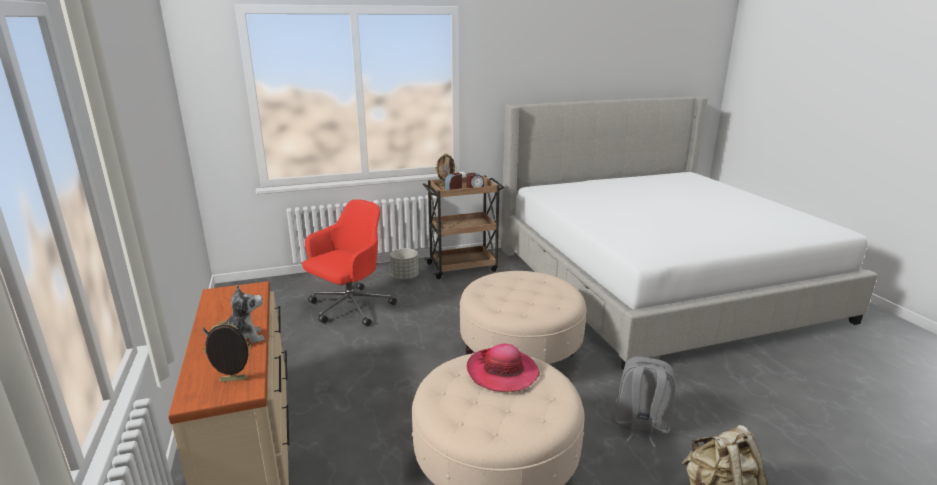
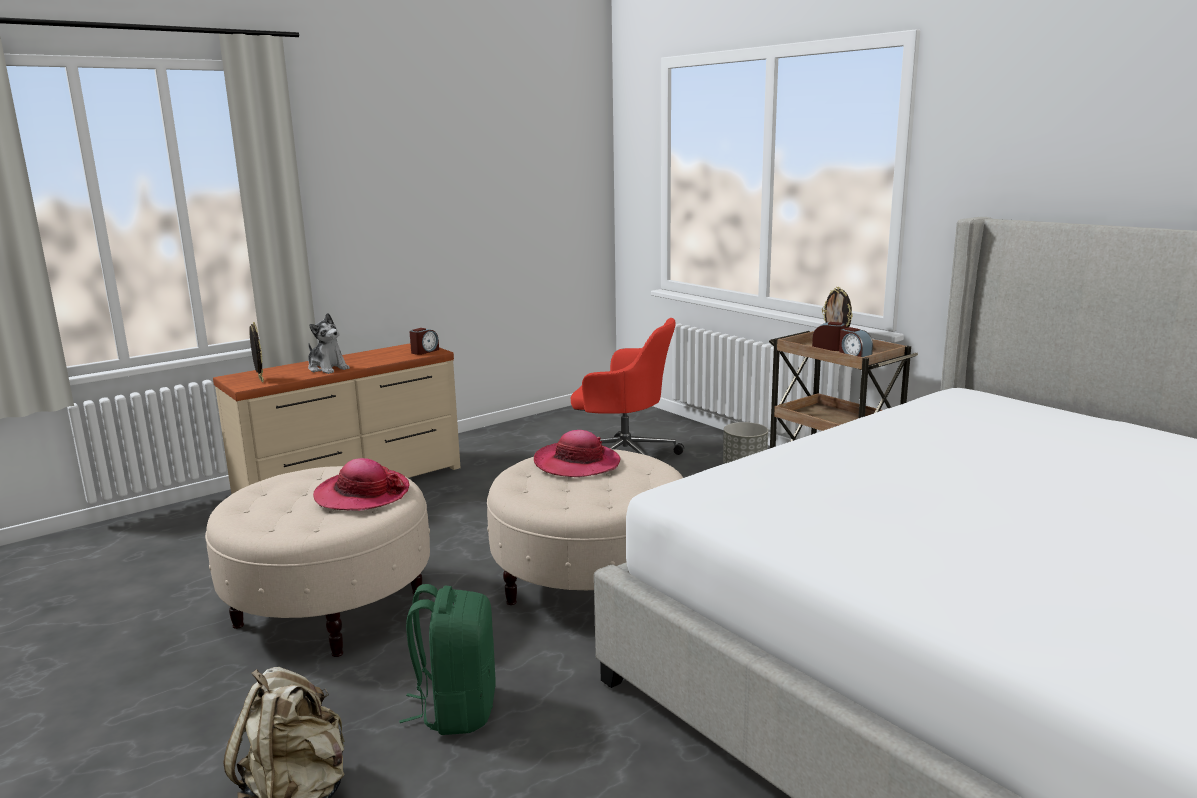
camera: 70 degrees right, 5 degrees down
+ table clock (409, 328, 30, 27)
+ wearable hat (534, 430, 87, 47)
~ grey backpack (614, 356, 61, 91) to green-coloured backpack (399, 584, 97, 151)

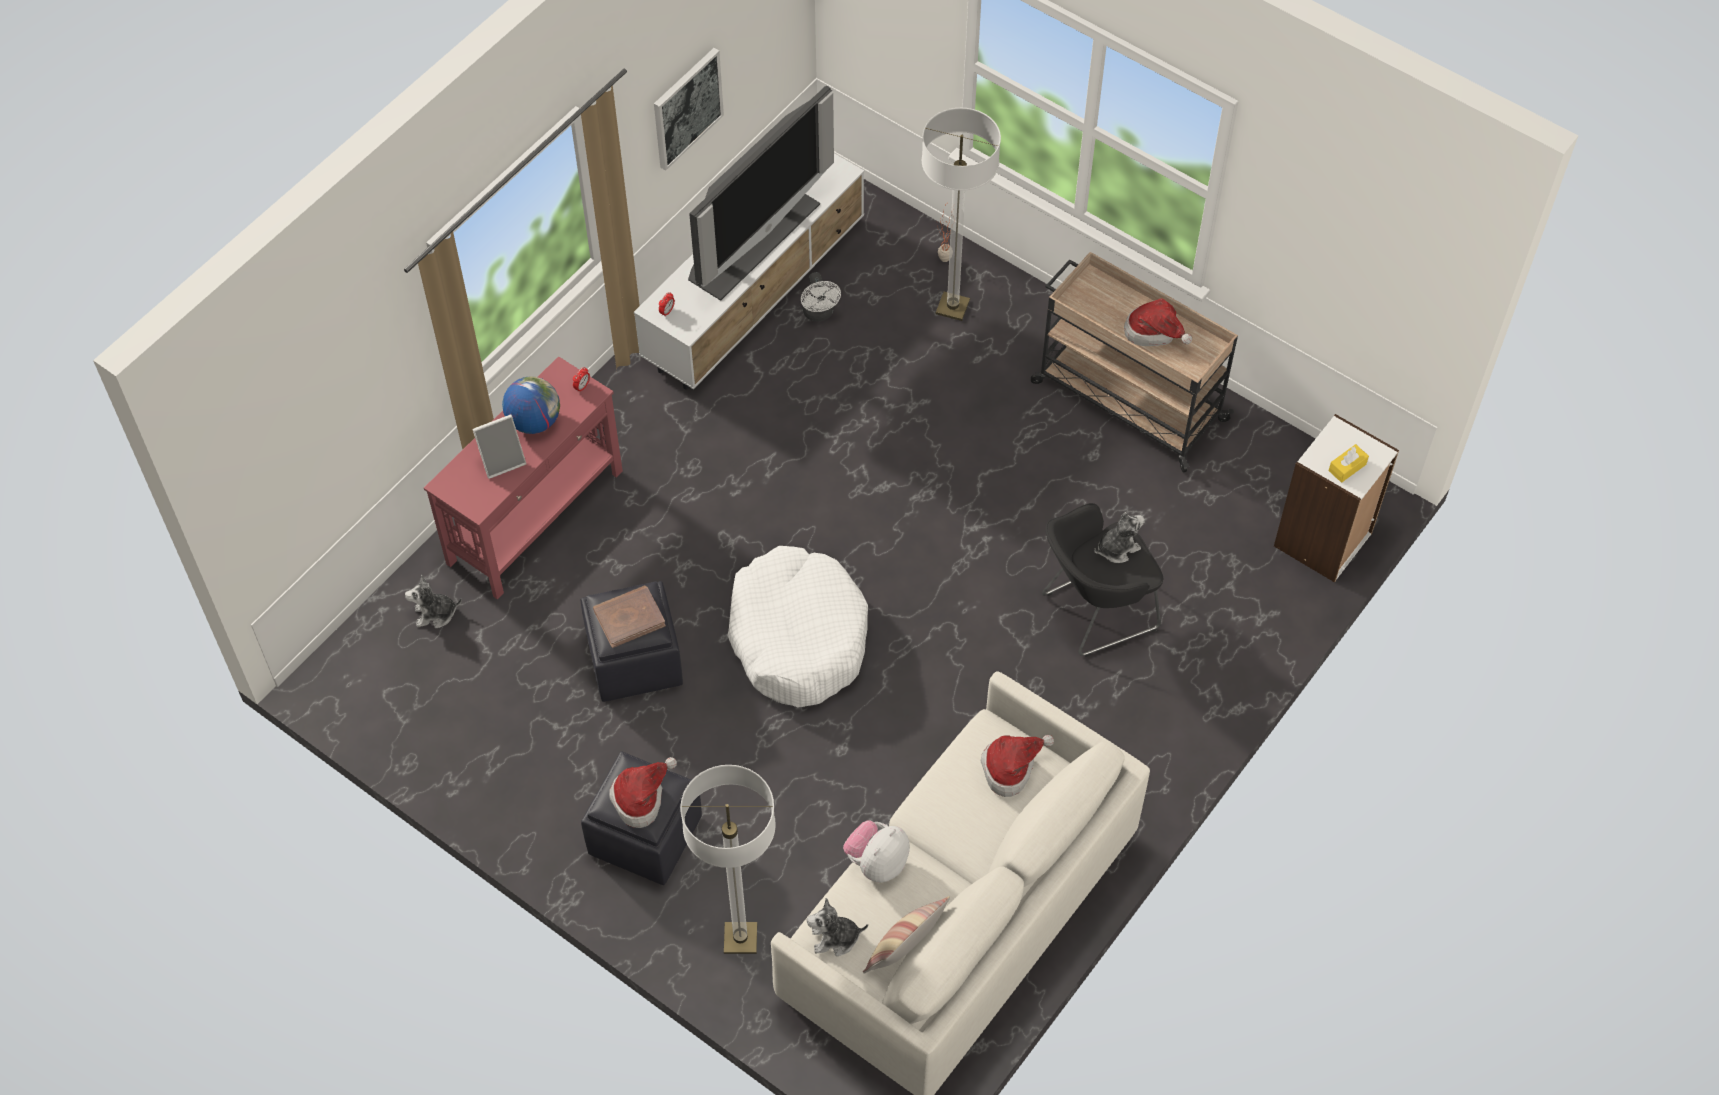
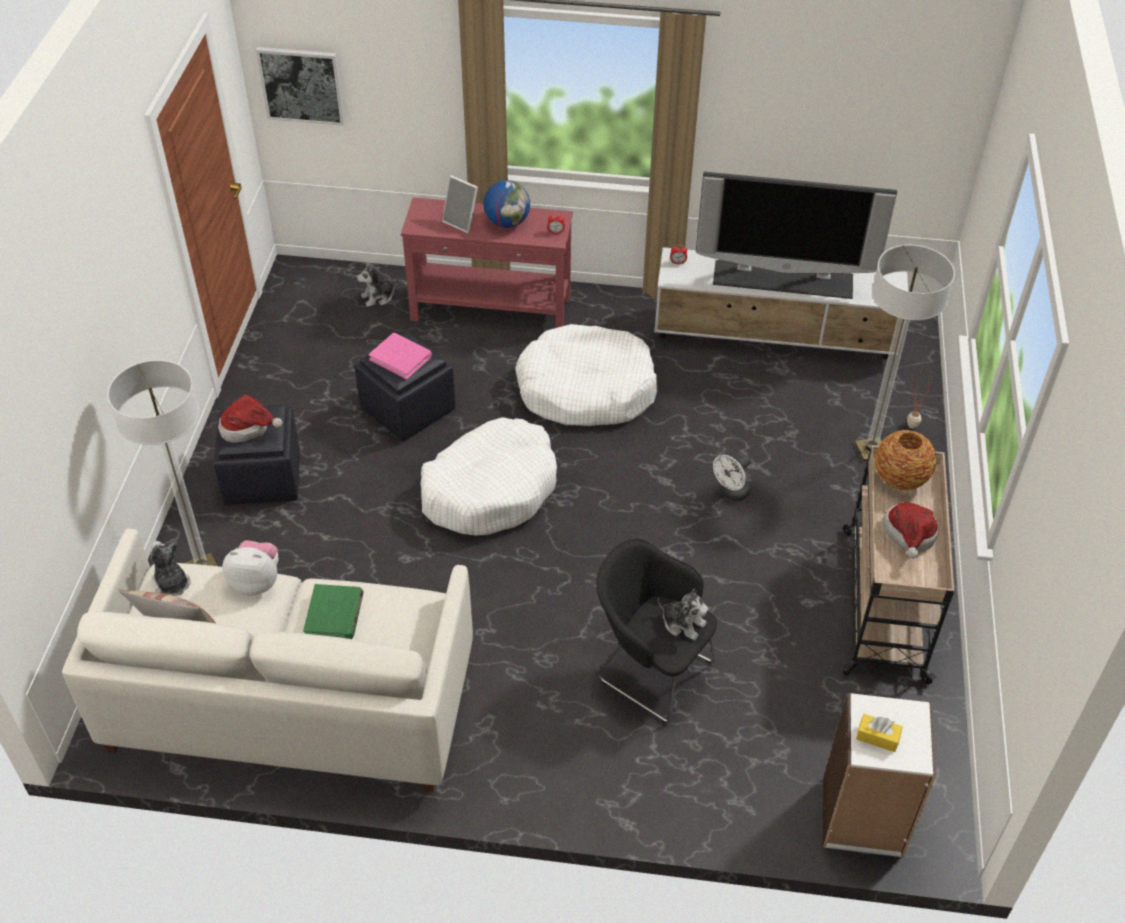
camera: 60 degrees right, 10 degrees down
- wearable hat (981, 735, 73, 62)
+ green-coloured book (303, 584, 61, 55)
+ white dog bed (515, 324, 142, 102)
+ flower vase (875, 430, 61, 60)
~ wall art (654, 48, 70, 123) to (256, 47, 89, 79)
~ white cooling fan (801, 272, 40, 49) to (713, 455, 38, 46)
~ brown book (593, 586, 73, 62) to pinkish book (369, 333, 63, 46)
~ cuddly toy (405, 575, 57, 53) = (357, 262, 41, 45) 75 degrees counterclockwise

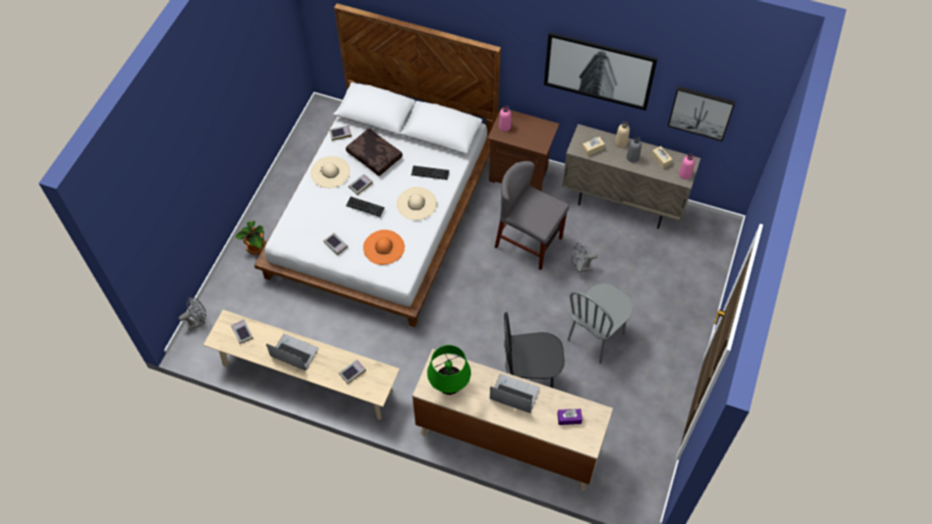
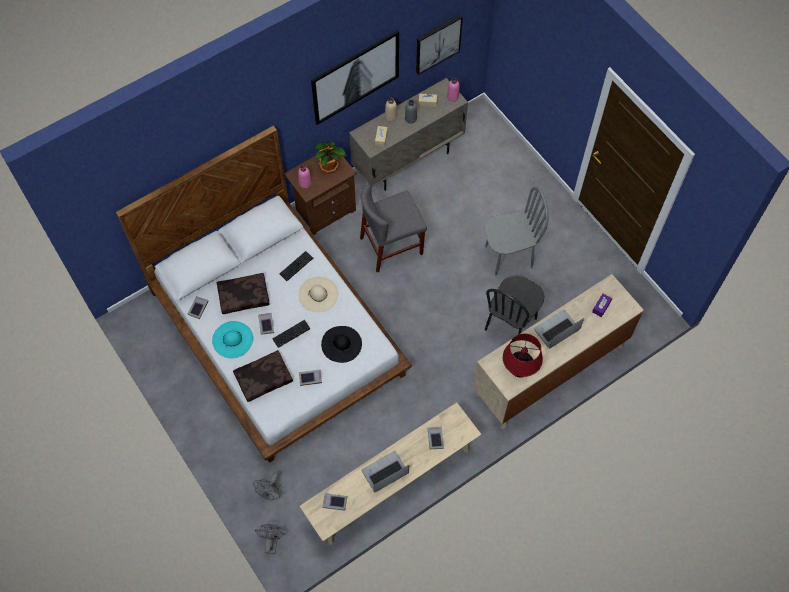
camera: 55 degrees left, 5 degrees up
+ brown pillow (233, 350, 60, 52)
~ plant in a pot (235, 221, 31, 34) to (315, 142, 31, 32)
~ grey cooling fan (571, 243, 26, 30) to (253, 473, 28, 27)
~ sand-coloured wearable hat (311, 156, 39, 32) to turquoise-coloured wearable hat (212, 321, 41, 37)
~ orangey wearable hat (363, 230, 42, 35) to blackish wearable hat (321, 326, 41, 37)
~ green-coloured table lamp (427, 345, 44, 50) to red-coloured table lamp (503, 333, 40, 44)
~ grey upright chair (567, 283, 66, 81) = (484, 187, 64, 89) 90 degrees counterclockwise

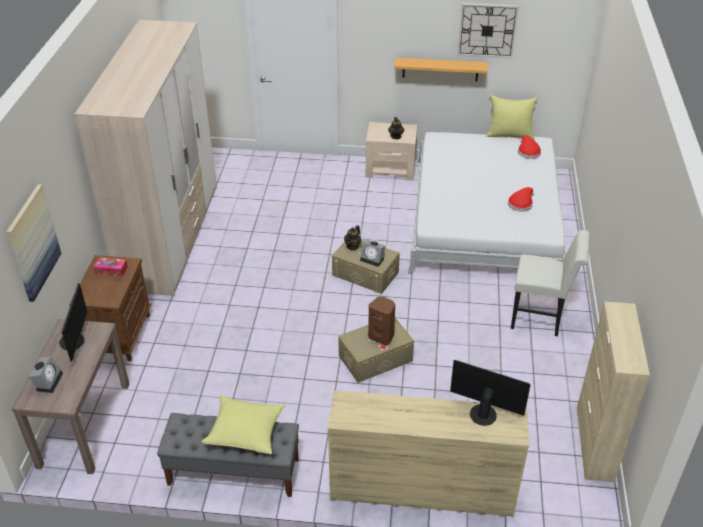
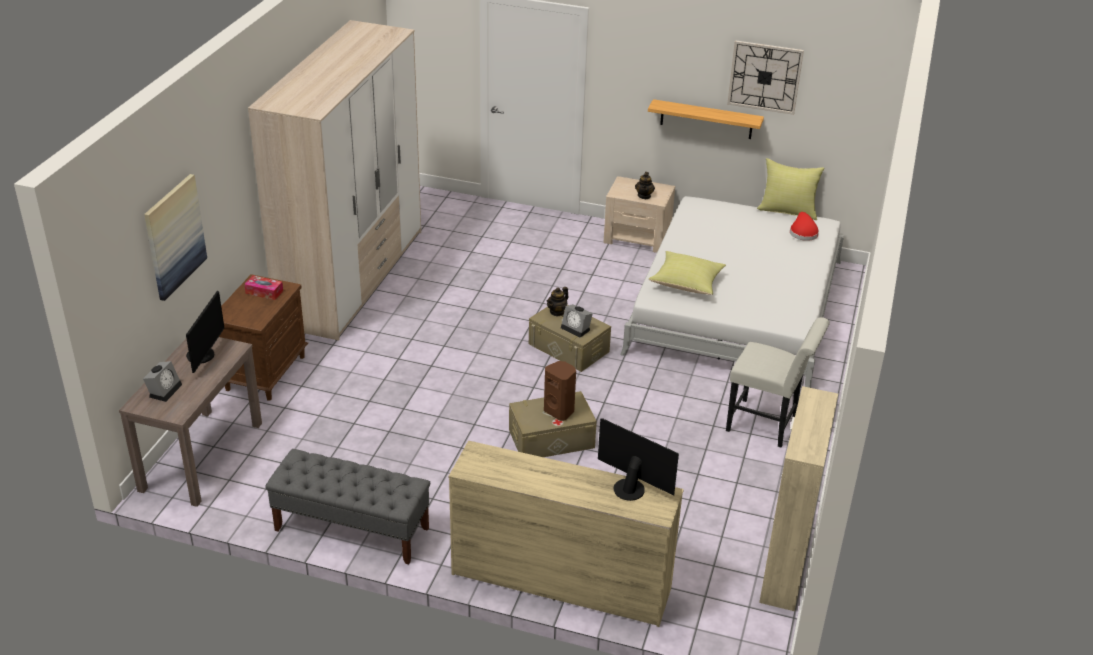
camera: 10 degrees right, 5 degrees down
- red-coloured wearable hat (508, 187, 26, 25)
~ yellow-coloured pillow (201, 395, 84, 59) to (649, 251, 77, 44)

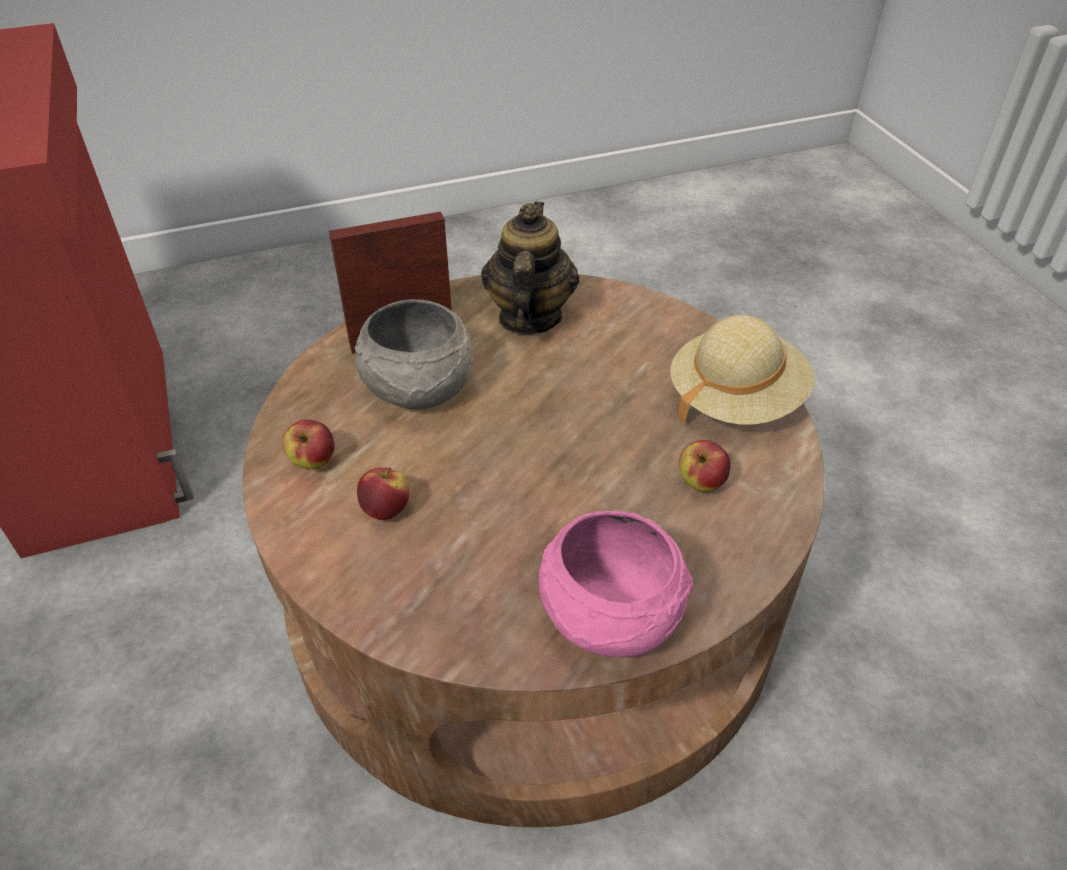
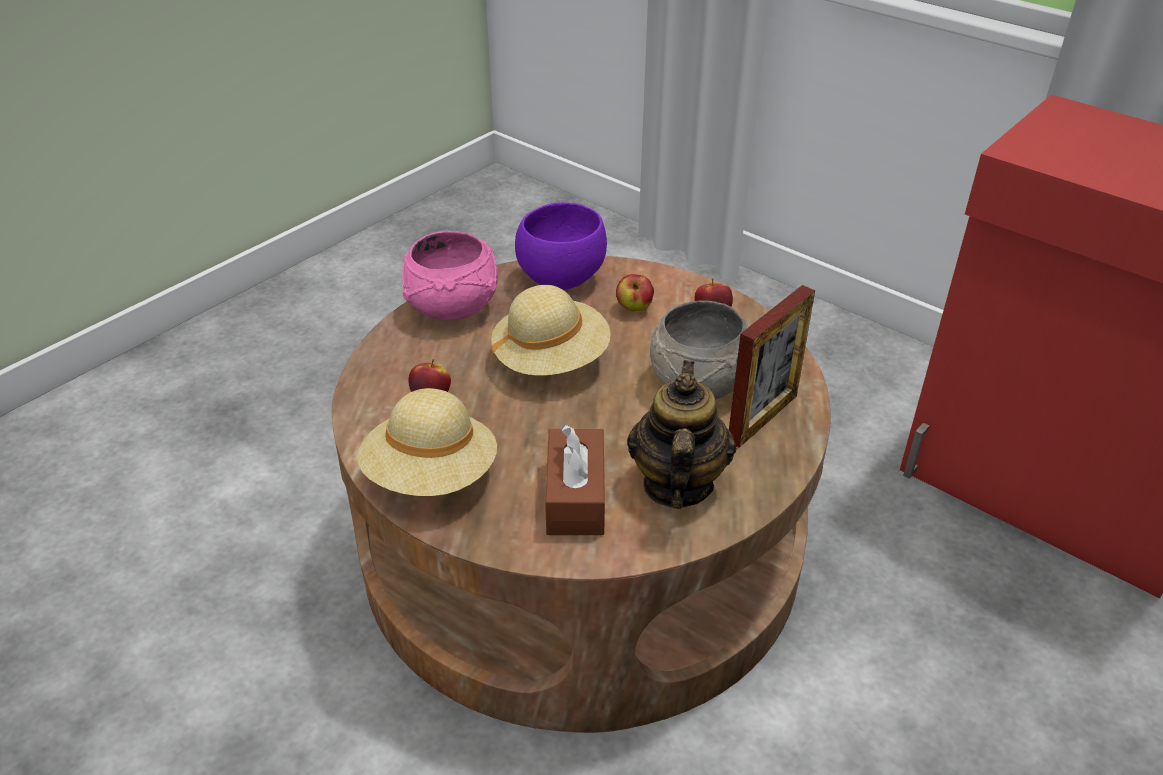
camera: 150 degrees right, 5 degrees down
+ sand-coloured wearable hat (491, 285, 120, 91)
+ purplish bowl (515, 202, 92, 88)
+ brown tissue holder (545, 425, 60, 110)
~ teapot (481, 201, 98, 134) = (627, 360, 109, 149) 150 degrees counterclockwise

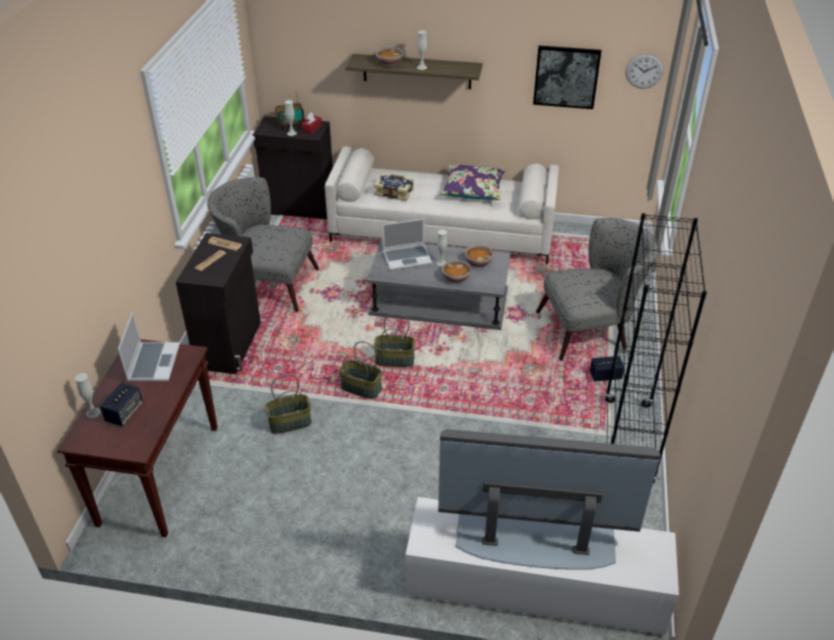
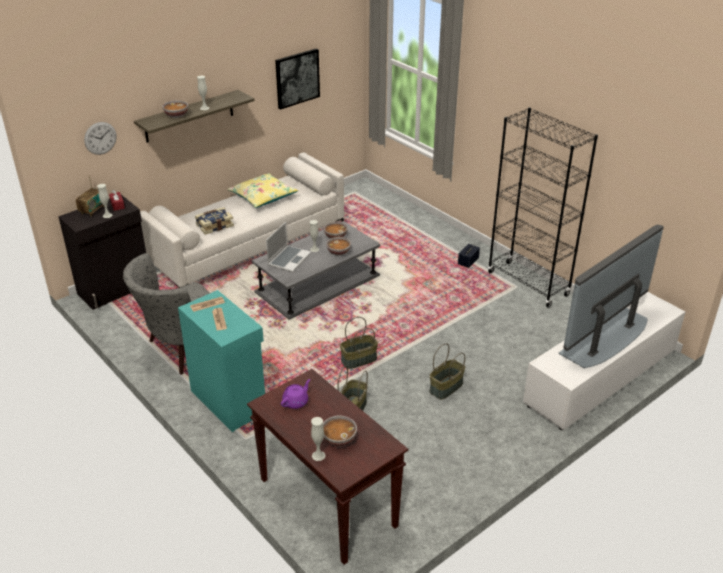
camera: 50 degrees left, 5 degrees down
- grey easy chair (536, 218, 122, 143)
~ household basket (374, 314, 41, 53) to (429, 343, 36, 57)
~ clock on the wall (626, 54, 38, 35) to (84, 122, 33, 33)
~ loudspeaker (100, 383, 43, 43) to bowl (323, 416, 34, 31)
~ portable computer (118, 312, 62, 69) to purplish teapot (281, 379, 29, 30)
~ blackish cabinet (176, 233, 85, 141) to turquoise-coloured cabinet (178, 290, 88, 142)
~ purplish pillow (440, 165, 66, 35) to yellow-coloured pillow (227, 173, 71, 35)

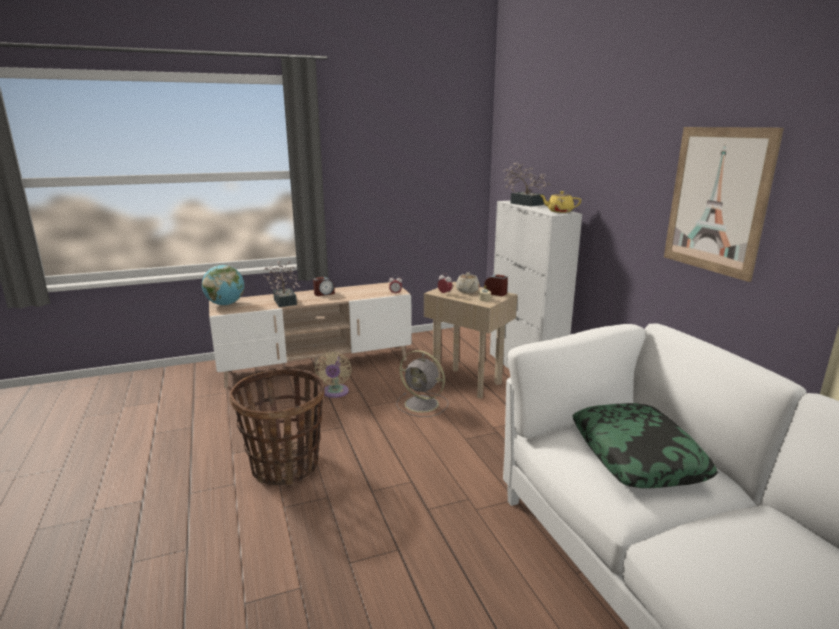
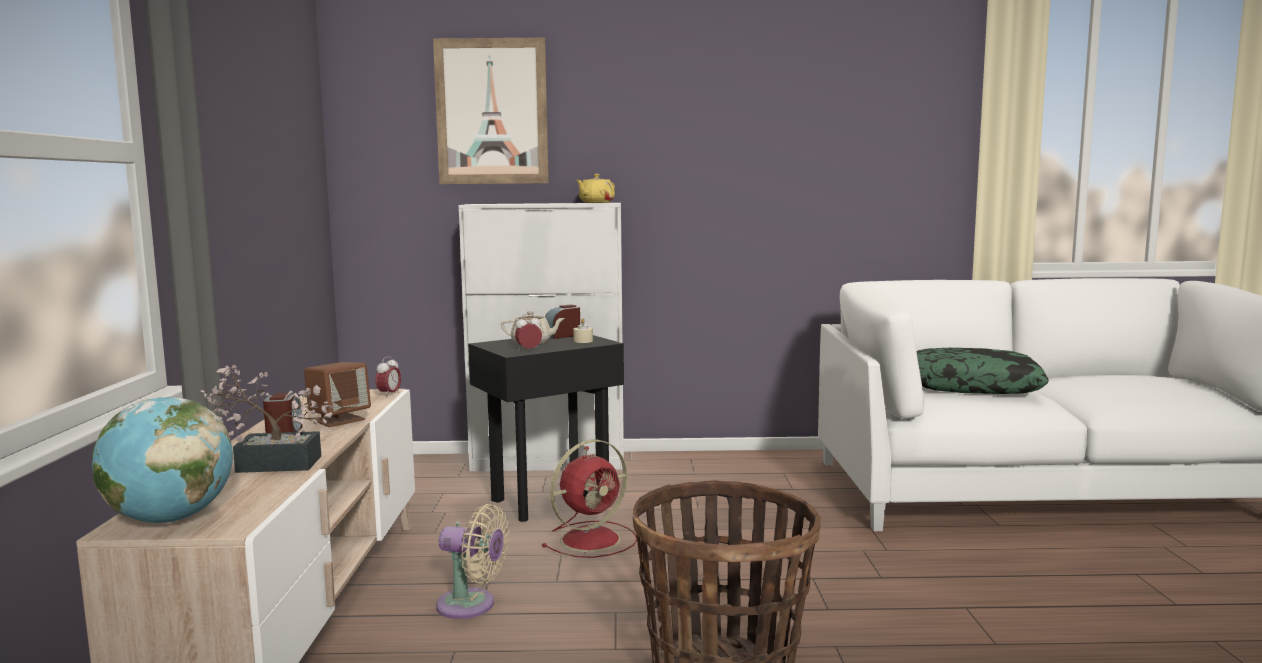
camera: 70 degrees left, 10 degrees down
- plant in a pot (503, 162, 48, 45)
+ brown loudspeaker (304, 362, 67, 65)
~ wall art (664, 127, 120, 155) to (433, 38, 116, 146)
~ grey cooling fan (396, 350, 53, 67) to red-coloured cooling fan (541, 440, 96, 118)
~ sand-coloured accent table (424, 282, 93, 116) to blackish accent table (468, 335, 156, 187)

